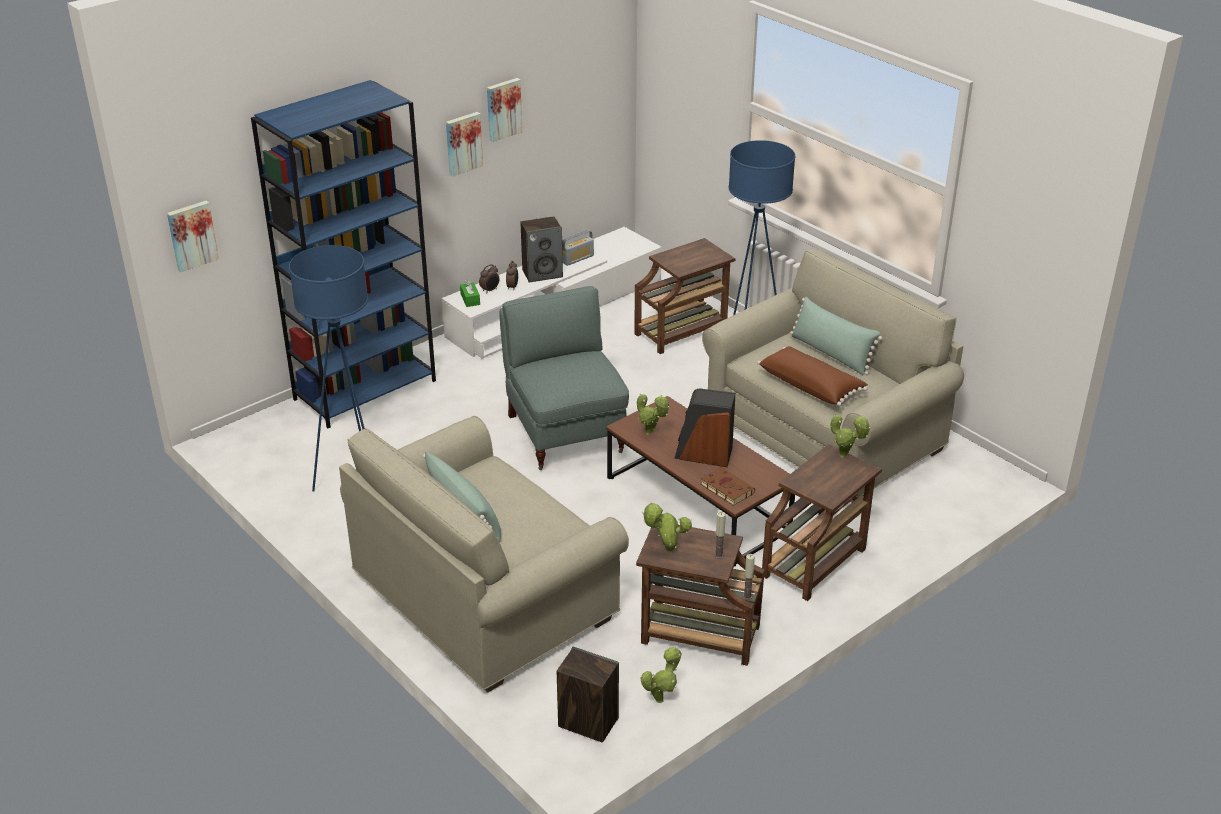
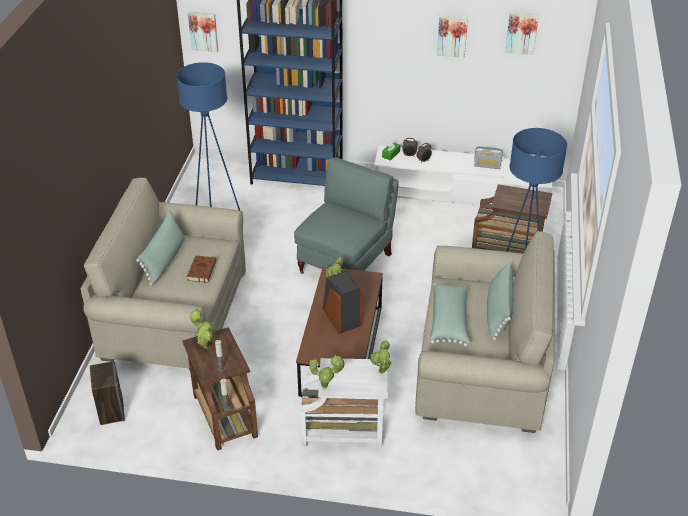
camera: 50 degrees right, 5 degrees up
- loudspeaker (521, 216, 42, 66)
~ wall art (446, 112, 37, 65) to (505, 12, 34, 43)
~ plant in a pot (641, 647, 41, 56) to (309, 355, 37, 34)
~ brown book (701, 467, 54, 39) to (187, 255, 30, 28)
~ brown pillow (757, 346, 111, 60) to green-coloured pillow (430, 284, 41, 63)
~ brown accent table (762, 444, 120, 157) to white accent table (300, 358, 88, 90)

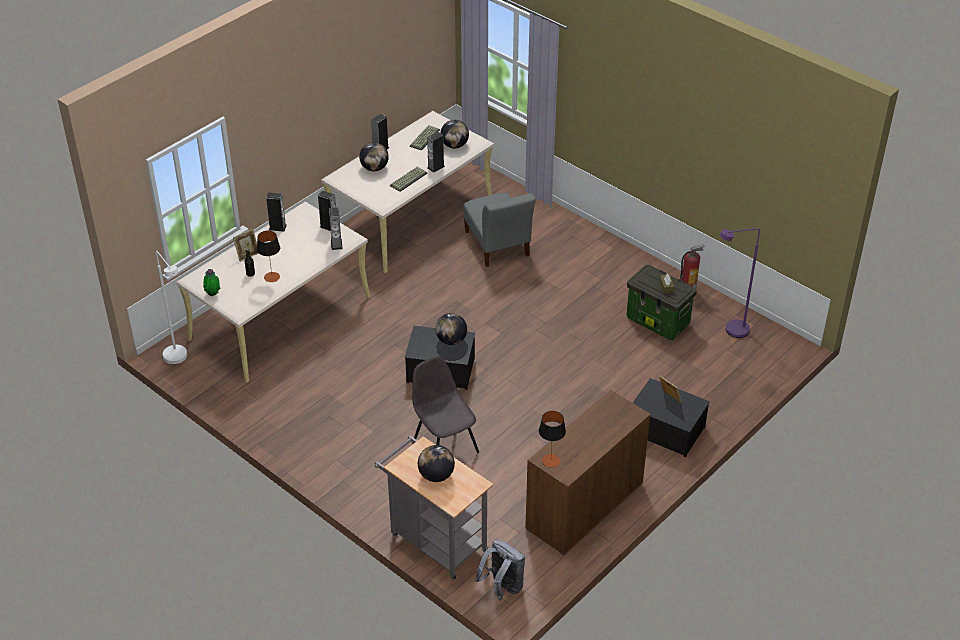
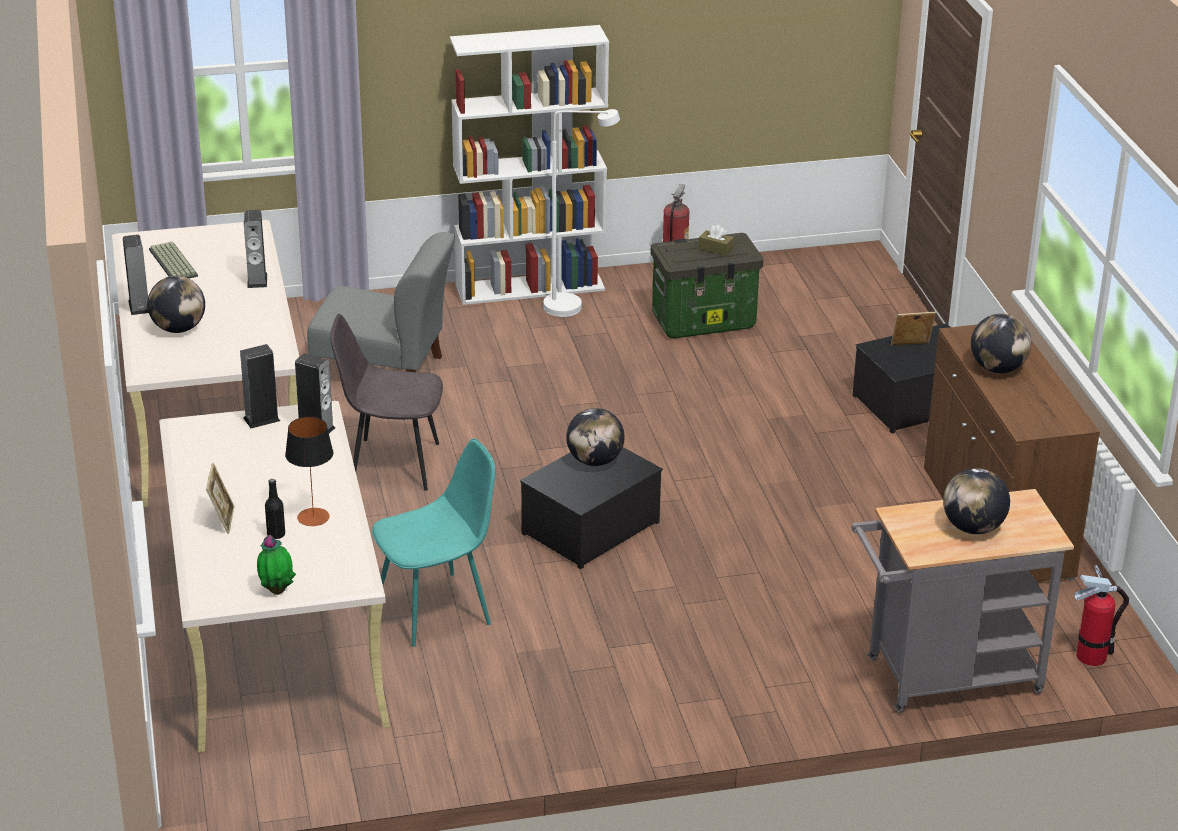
camera: 55 degrees left, 10 degrees down
- loudspeaker (266, 193, 21, 39)
- PC keyboard (390, 167, 38, 25)
- table lamp (539, 411, 27, 56)
- purplish standing lamp (720, 228, 40, 110)
+ turquoise-coloured upright chair (372, 438, 123, 209)
+ white shelving unit (450, 25, 159, 280)
~ white standing lamp (156, 251, 31, 113) to (543, 109, 77, 208)
~ grey upright chair (412, 356, 67, 97) to (330, 314, 113, 177)
~ desk globe (440, 120, 29, 29) to (971, 314, 60, 59)
~ grey backpack (475, 540, 50, 60) to extinguisher (1074, 565, 55, 101)

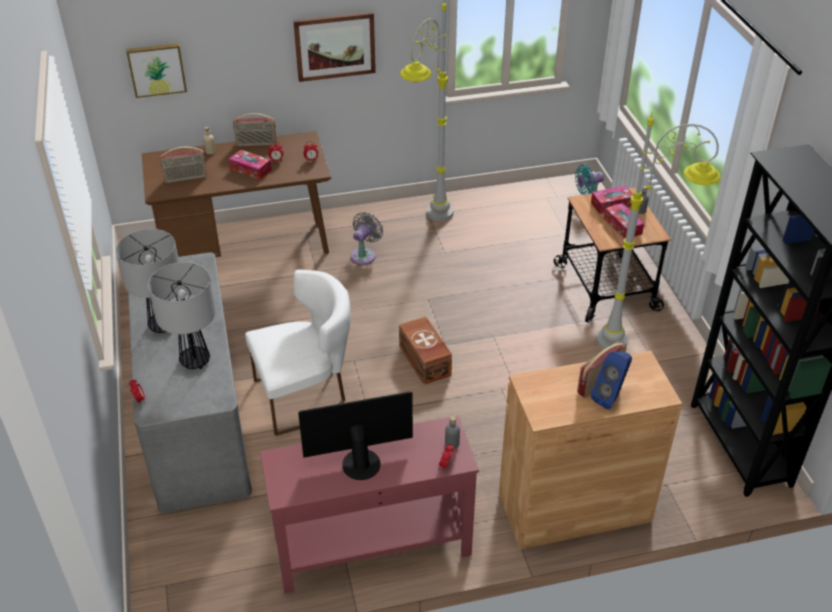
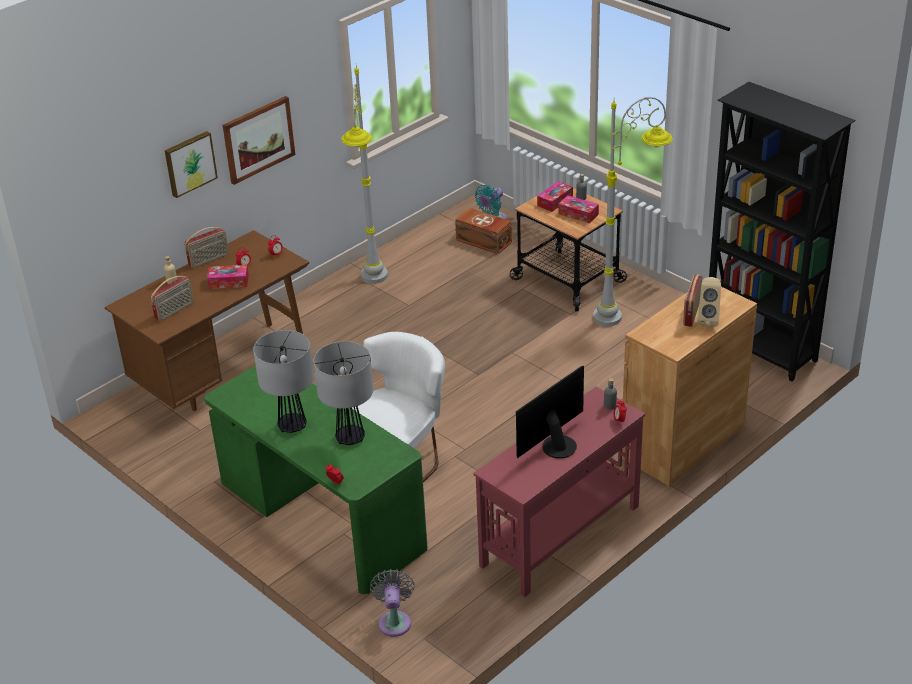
camera: 30 degrees left, 5 degrees down
~ wall art (126, 43, 61, 55) to (165, 131, 53, 67)
~ grey cooling fan (351, 212, 32, 53) to (370, 569, 45, 68)
~ brown storage bin (399, 316, 53, 69) to (455, 208, 57, 46)
~ grey desk table (128, 252, 124, 261) to green-coloured desk table (204, 363, 224, 231)
~ blue loudspeaker (591, 352, 41, 58) to sand-coloured loudspeaker (698, 277, 23, 50)

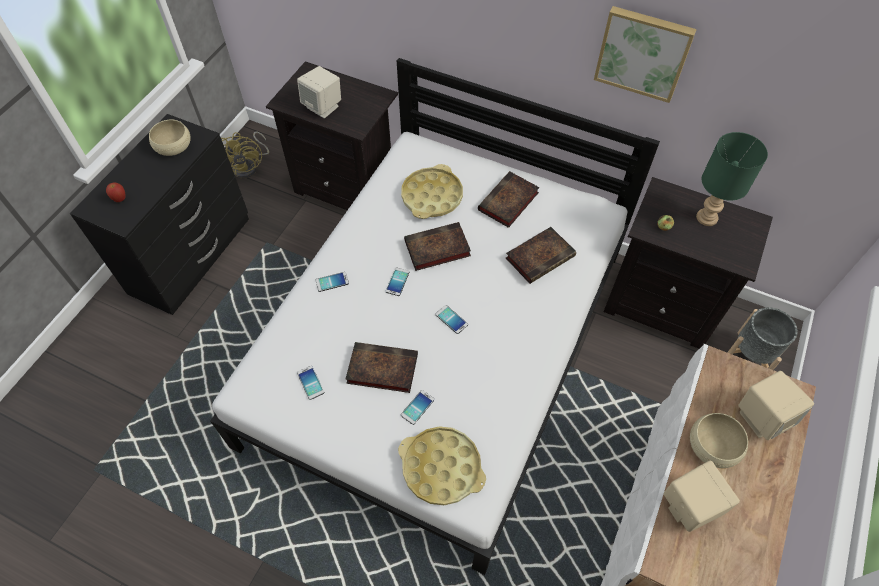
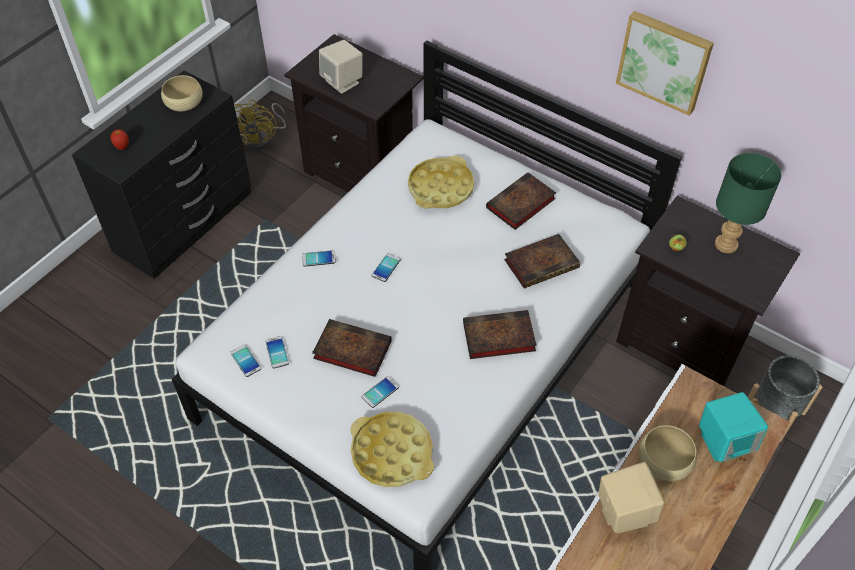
camera: 10 degrees right, 5 degrees down
~ book (404, 222, 67, 49) to (463, 310, 74, 49)
~ telephone (435, 305, 33, 29) to (230, 345, 31, 32)
~ sand-coloured loudspeaker (738, 371, 76, 69) to turquoise-coloured loudspeaker (699, 392, 69, 70)

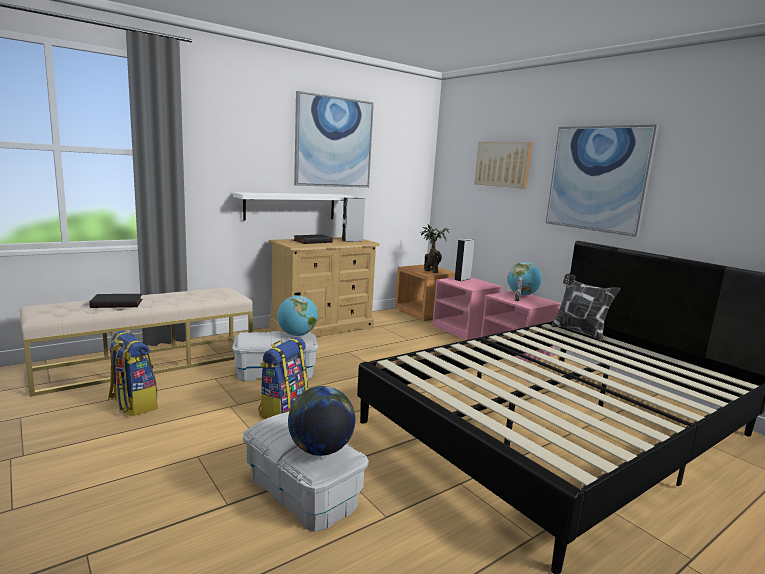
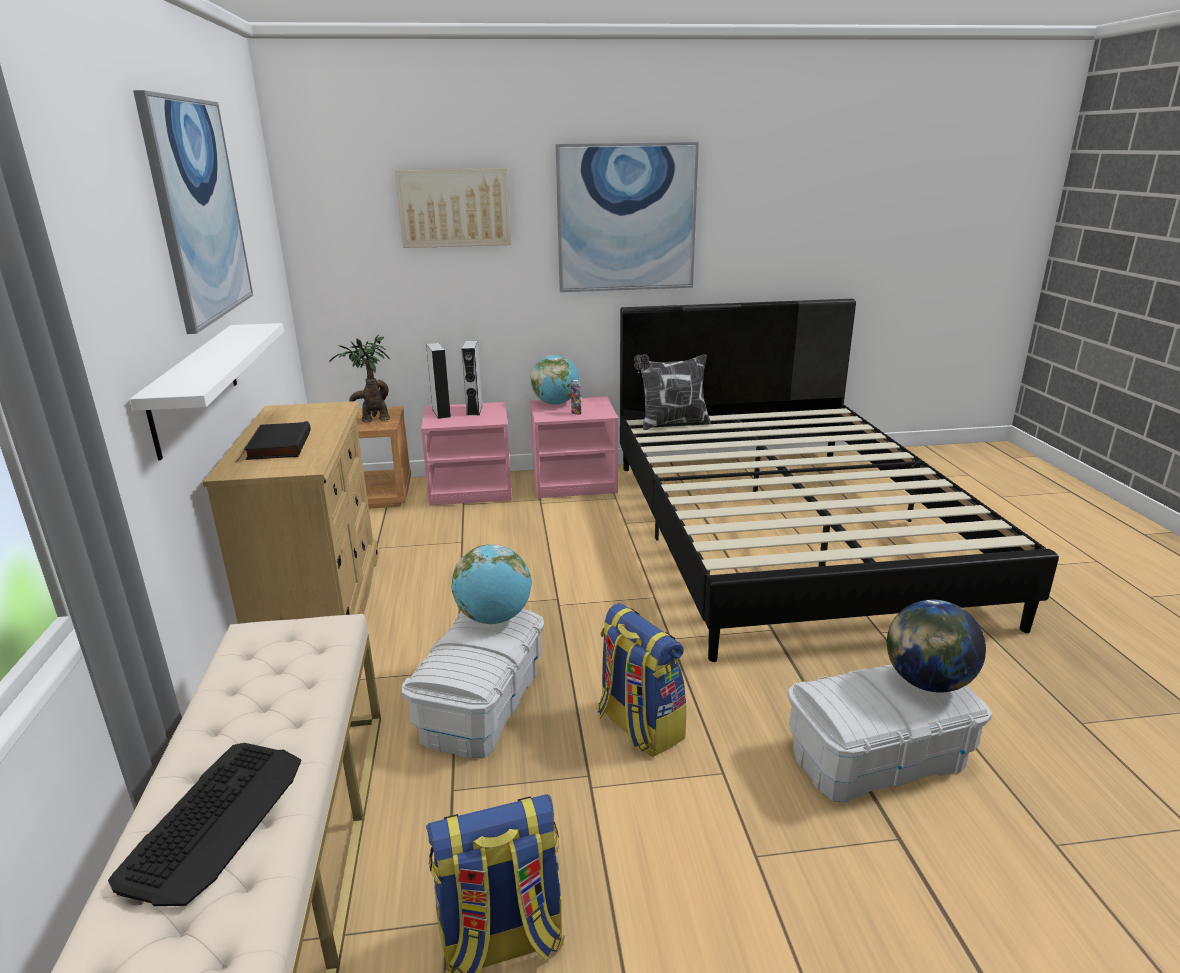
camera: 60 degrees left, 10 degrees up
~ grey loudspeaker (341, 198, 24, 44) to (461, 341, 22, 75)
~ blackish book (89, 294, 53, 14) to PC keyboard (108, 743, 193, 163)

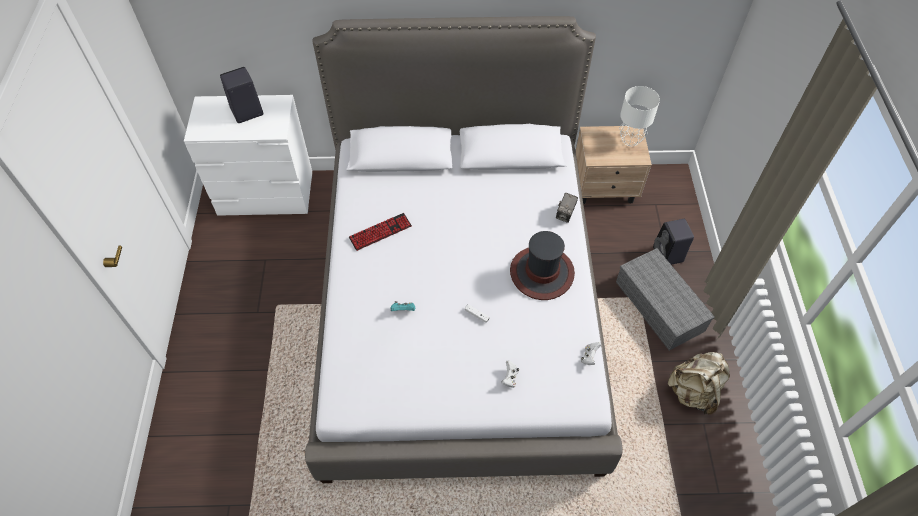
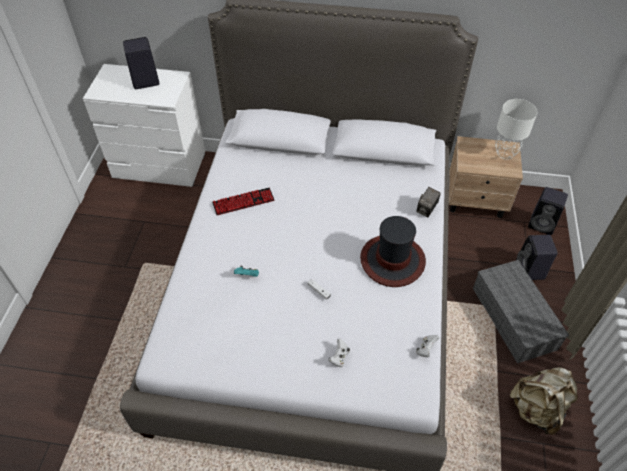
camera: 10 degrees right, 5 degrees down
+ blackish loudspeaker (528, 187, 40, 48)

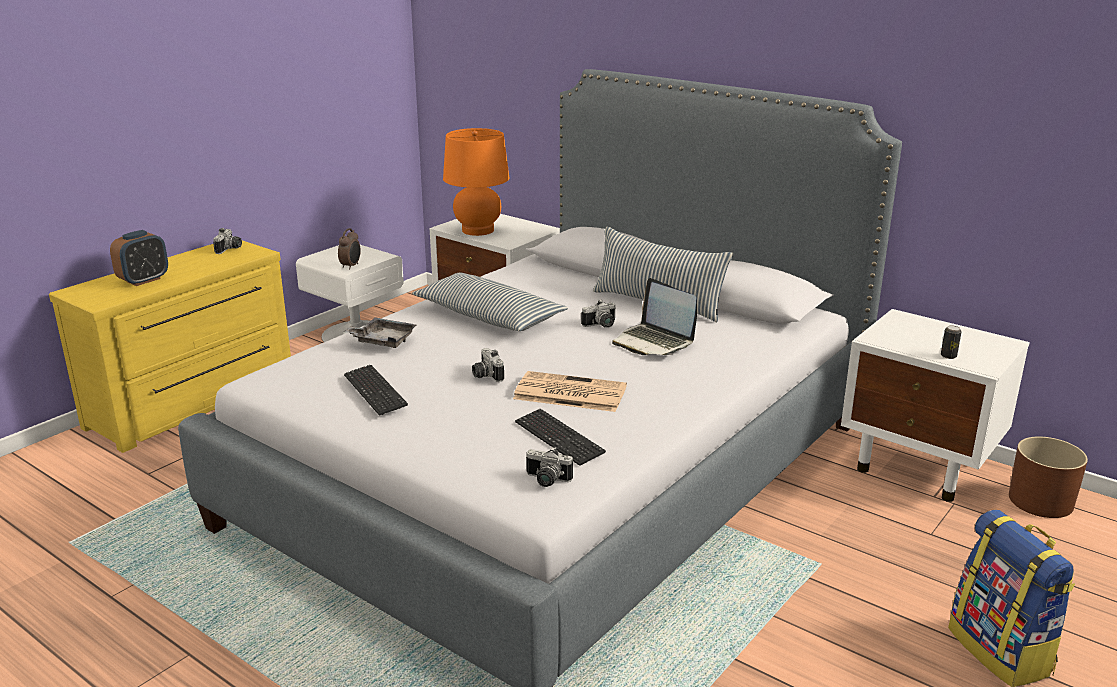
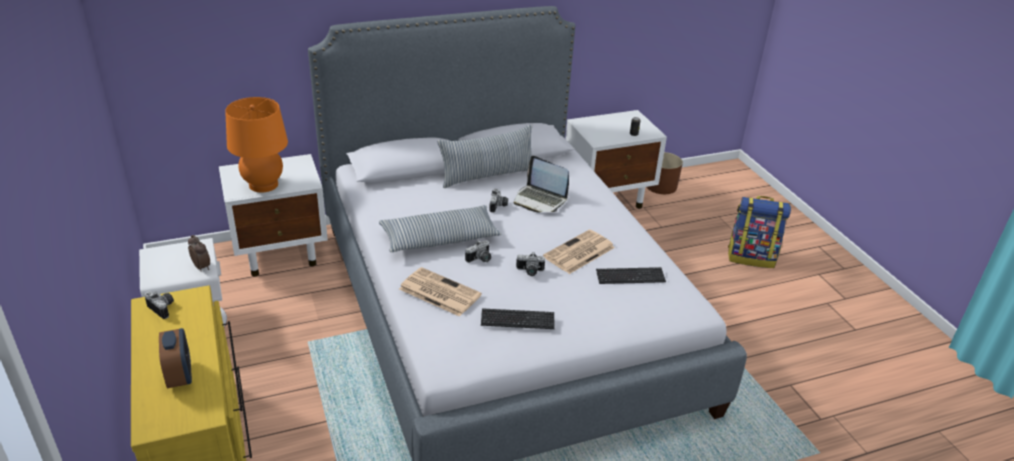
camera: 60 degrees left, 10 degrees up
~ photo camera (526, 446, 47, 41) to (465, 240, 26, 23)
~ grey serving tray (343, 317, 74, 31) to printed paper (399, 267, 83, 50)
~ portable computer (612, 278, 85, 77) = (514, 156, 55, 57) 45 degrees clockwise

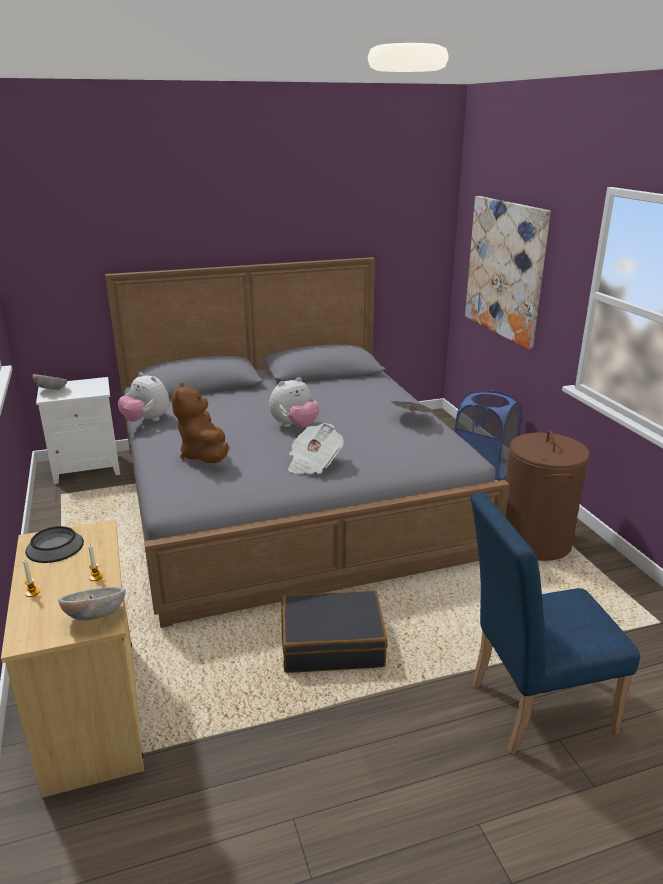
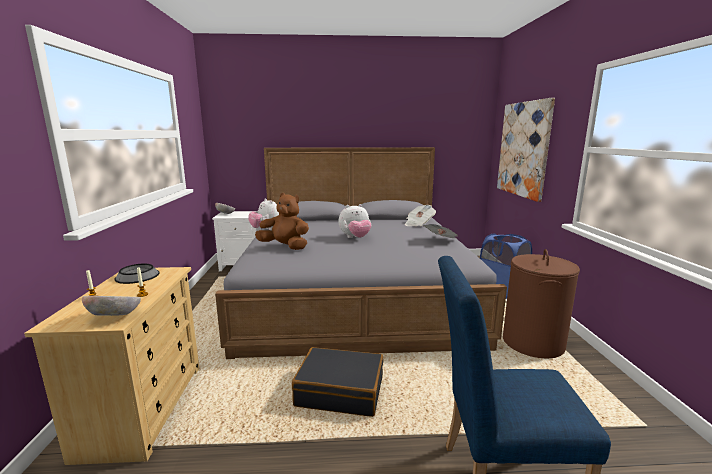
camera: 15 degrees right, 10 degrees down
~ printed paper (288, 423, 56, 51) to (404, 205, 32, 21)
~ brown cuddly toy (172, 383, 57, 80) = (255, 193, 54, 57) 105 degrees clockwise

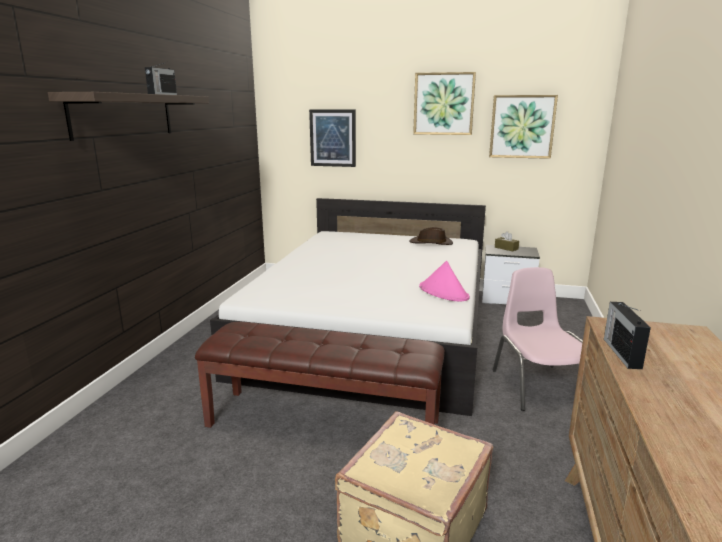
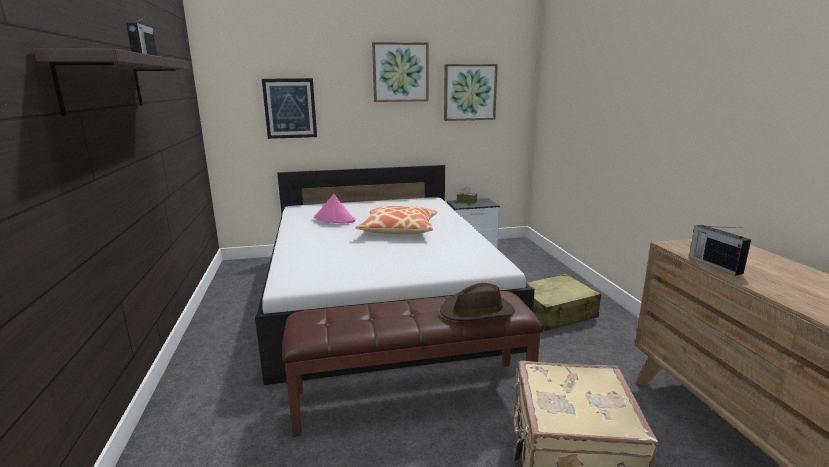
camera: 25 degrees left, 0 degrees up
+ pillow (355, 206, 83, 28)
~ brown wearable hat (410, 227, 43, 18) to (440, 283, 75, 38)
~ pinkish wearable hat (419, 261, 51, 40) to (314, 194, 41, 29)
~ pinkish upright chair (492, 267, 91, 144) to sand-coloured suitcase (527, 274, 74, 57)

